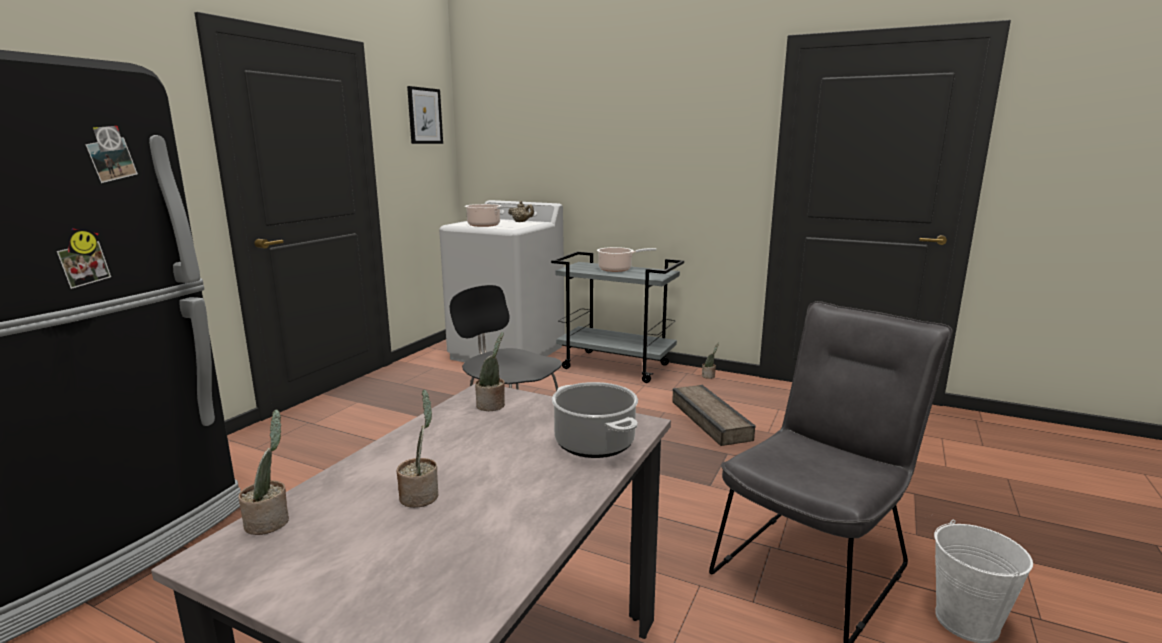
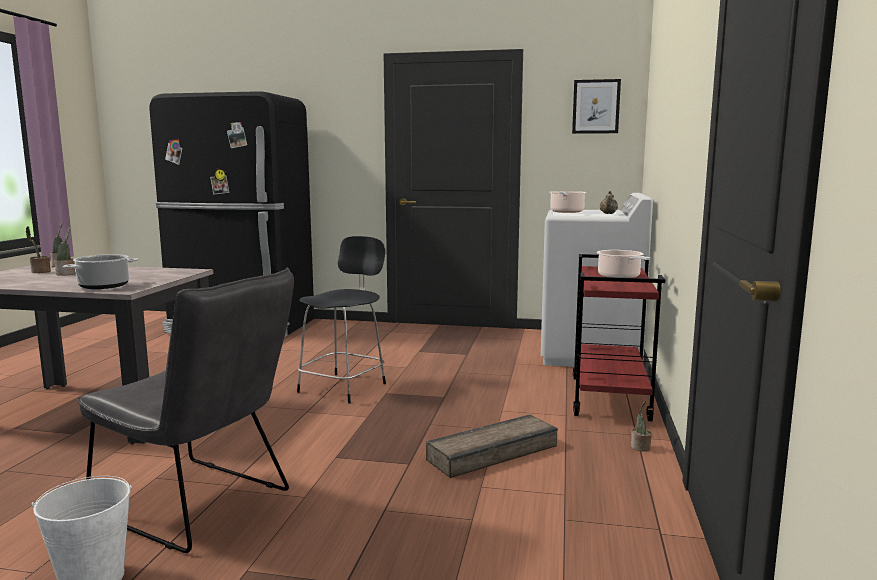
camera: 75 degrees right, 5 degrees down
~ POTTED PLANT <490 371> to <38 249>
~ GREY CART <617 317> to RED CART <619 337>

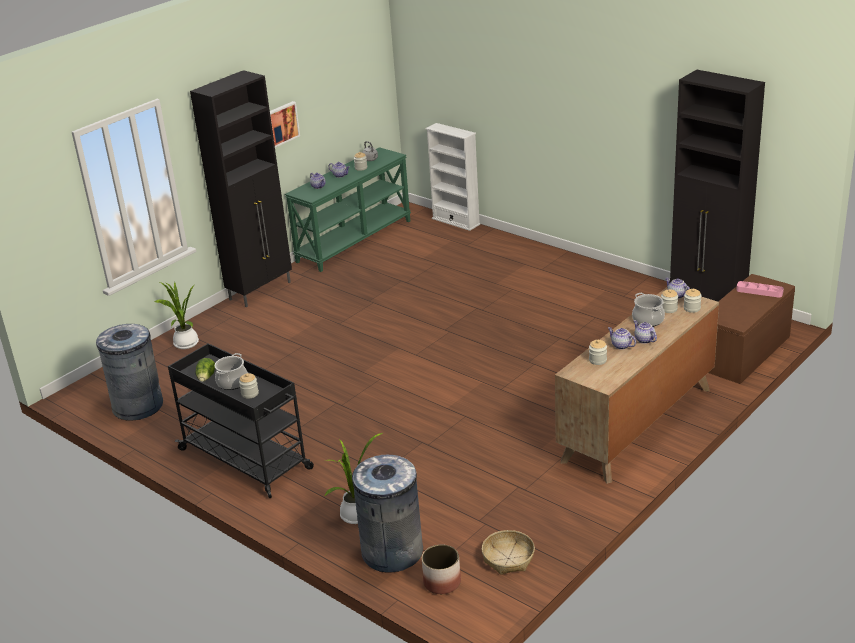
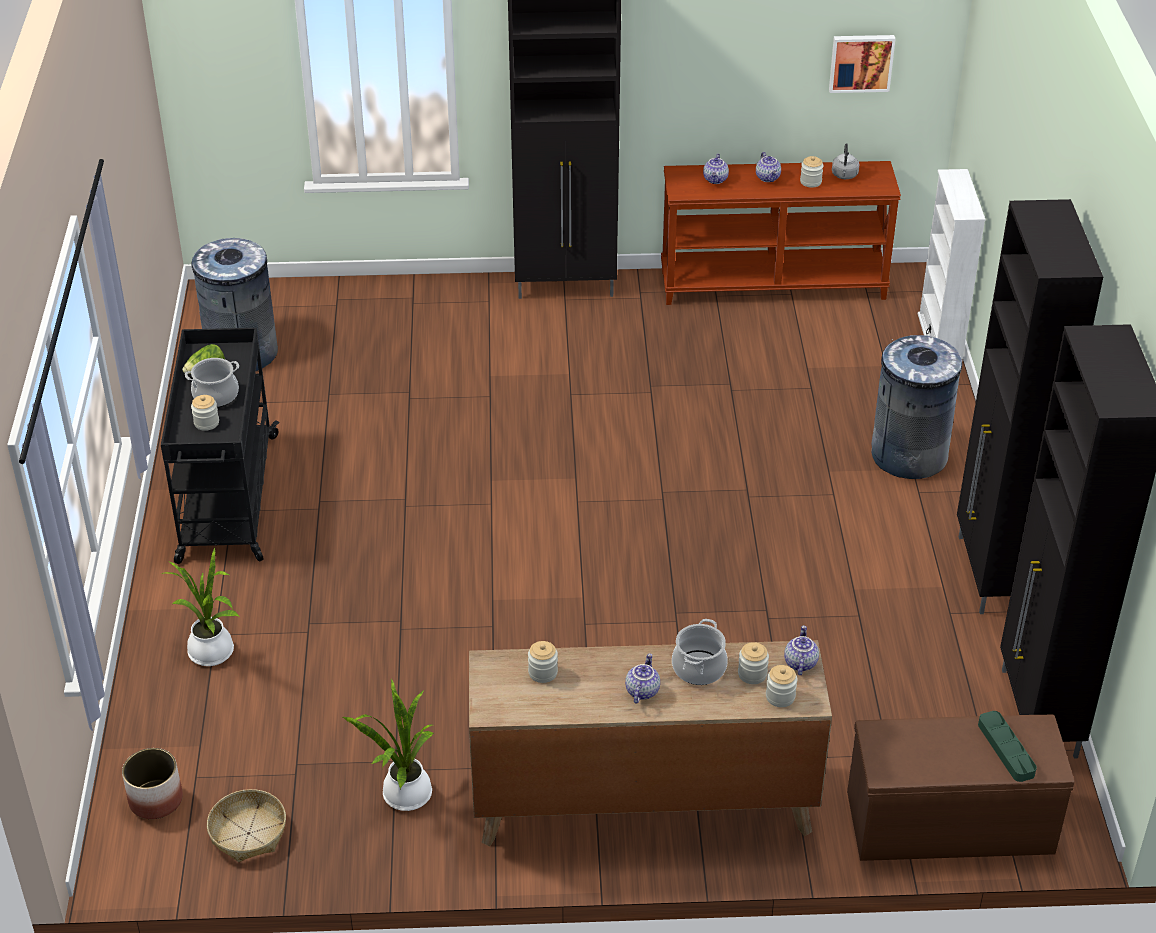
camera: 45 degrees right, 10 degrees up
- TEAPOT <622 338>
+ BLACK CABINET <1030 406>
~ POTTED PLANT <176 315> to <388 744>
~ PICTURE <285 124> to <862 64>
~ GREY TRASH CAN <386 514> to <916 407>
~ GREEN CONSOLE TABLE <348 209> to BROWN CONSOLE TABLE <781 233>
~ PINK TRAY <760 289> to GREEN TRAY <1007 746>

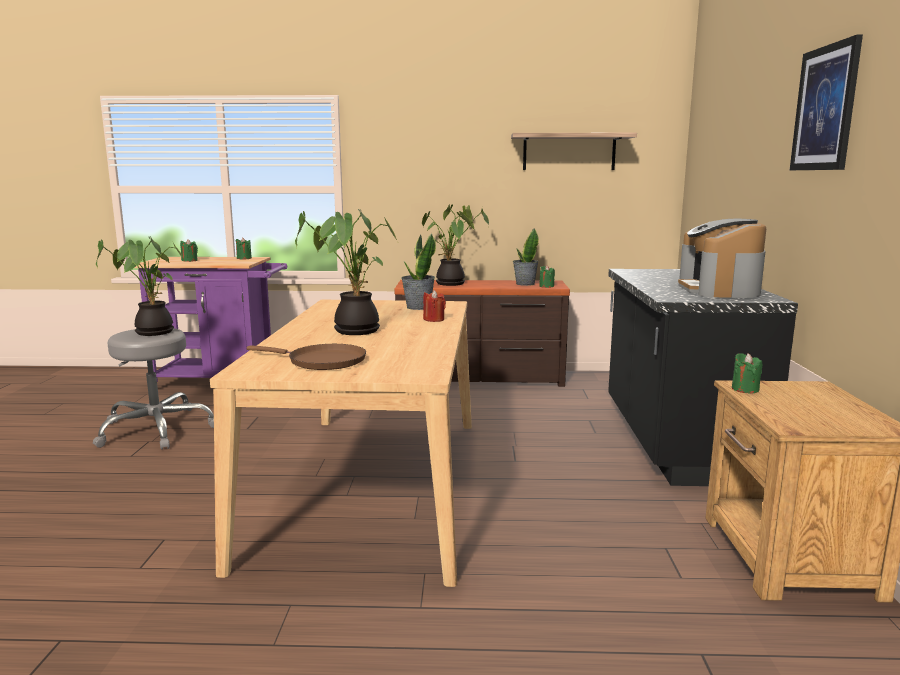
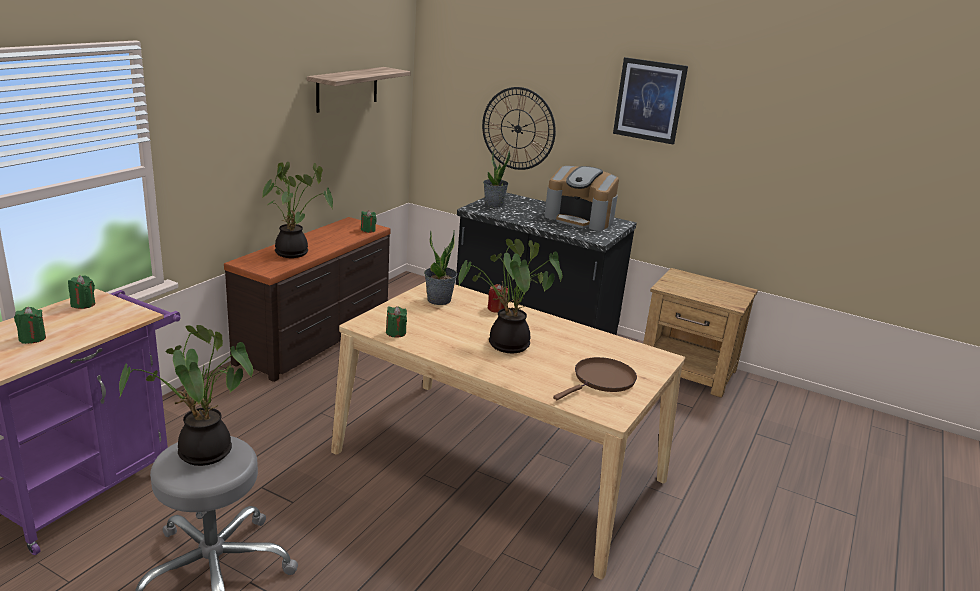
camera: 65 degrees left, 10 degrees up
+ WALL CLOCK <519 128>
~ POTTED PLANT <526 257> to <497 178>
~ GREEN CANDLE <747 373> to <396 322>

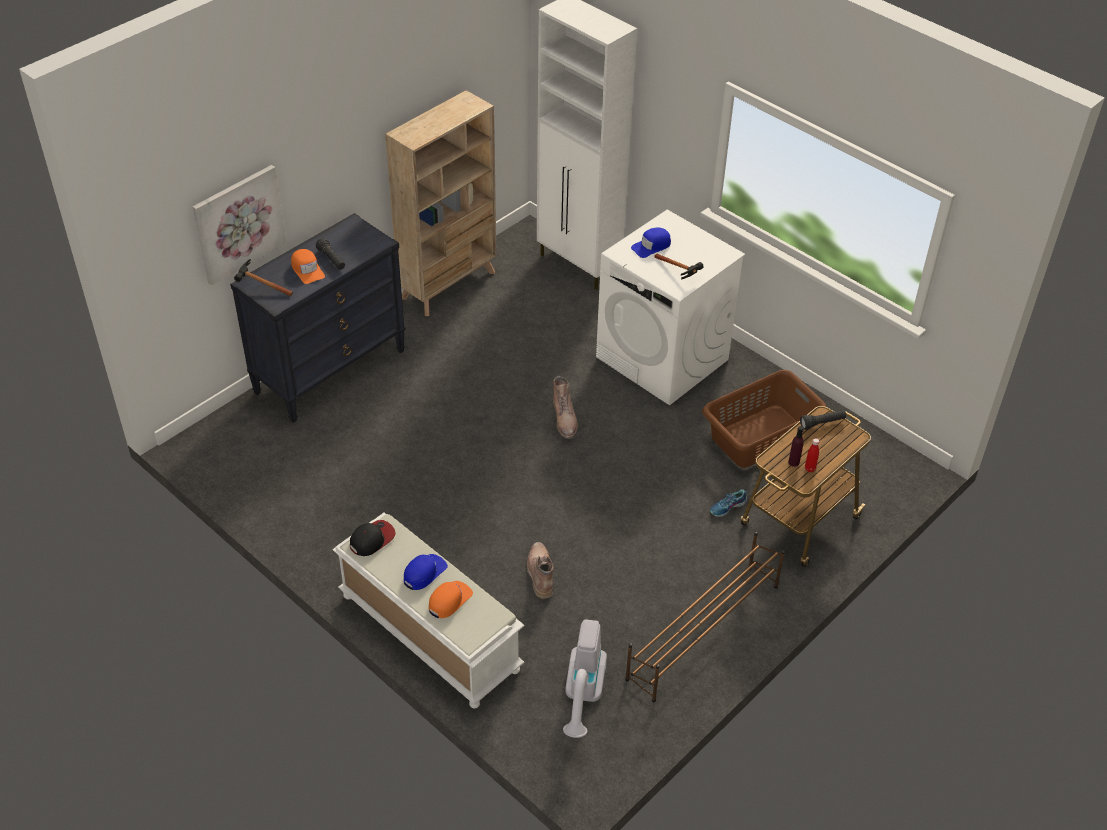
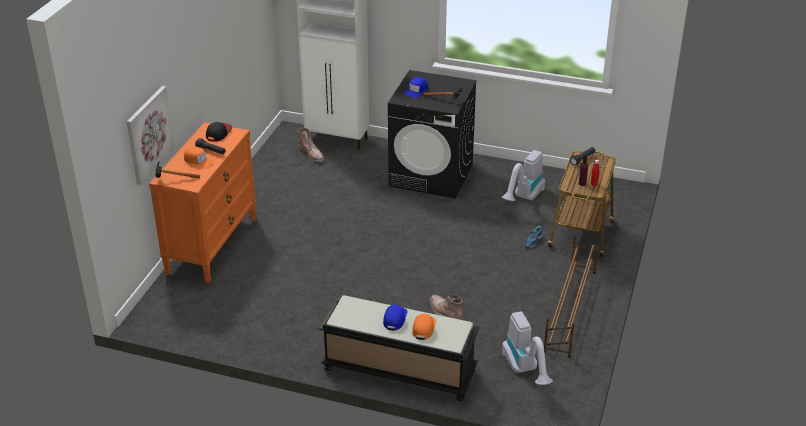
camera: 25 degrees left, 10 degrees down
- BEIGE BOOKCASE <440 203>
~ CAP <373 538> to <219 131>
~ BROWN BOOT <565 407> to <311 145>
~ BROWN LAUNDRY BASKET <764 419> to VACUUM CLEANER <523 175>
~ BLACK DRESSER <317 318> to ORANGE DRESSER <202 202>
~ WHITE BENCH <429 610> to BLACK BENCH <399 348>
~ WHITE WASHING MACHINE <670 307> to BLACK WASHING MACHINE <432 134>

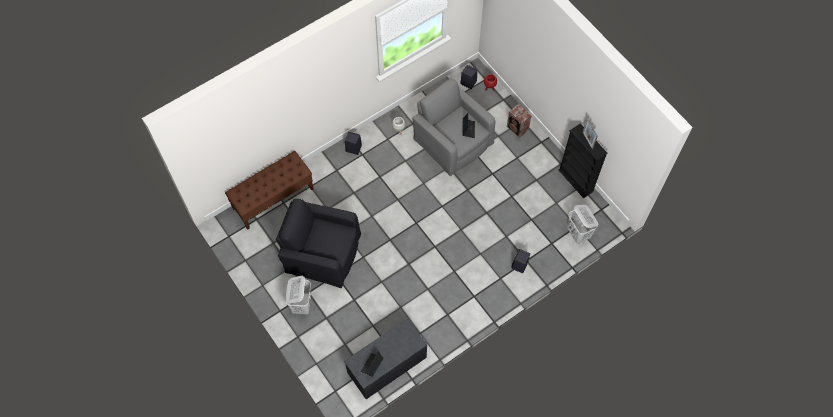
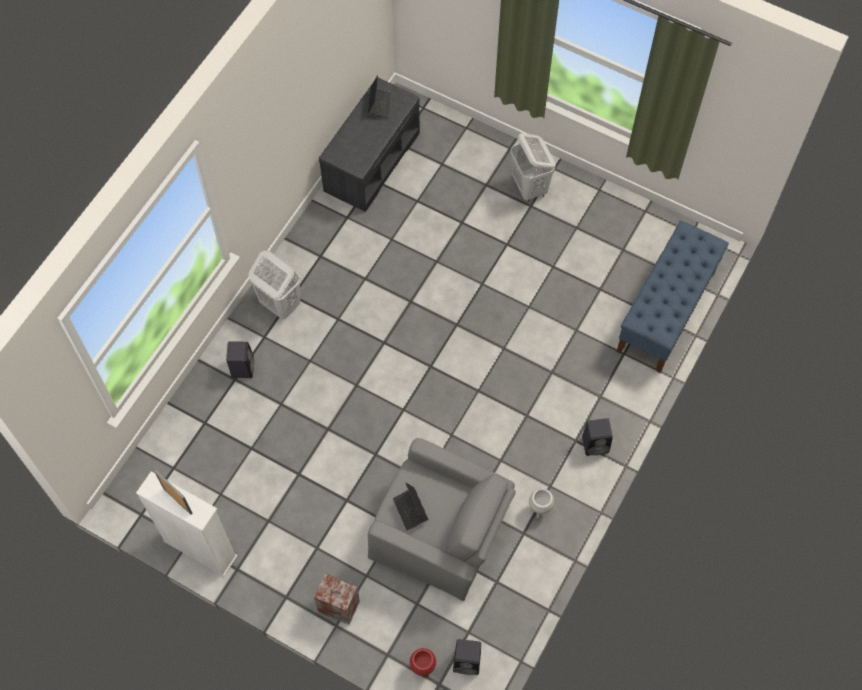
camera: 155 degrees right, 0 degrees up
- BLACK ARMCHAIR <318 243>
~ WHITE LAUNDRY BASKET <583 224> to <275 285>
~ BROWN BENCH <269 190> to BLUE BENCH <672 297>
~ BLACK BOOKCASE <583 161> to WHITE BOOKCASE <187 523>

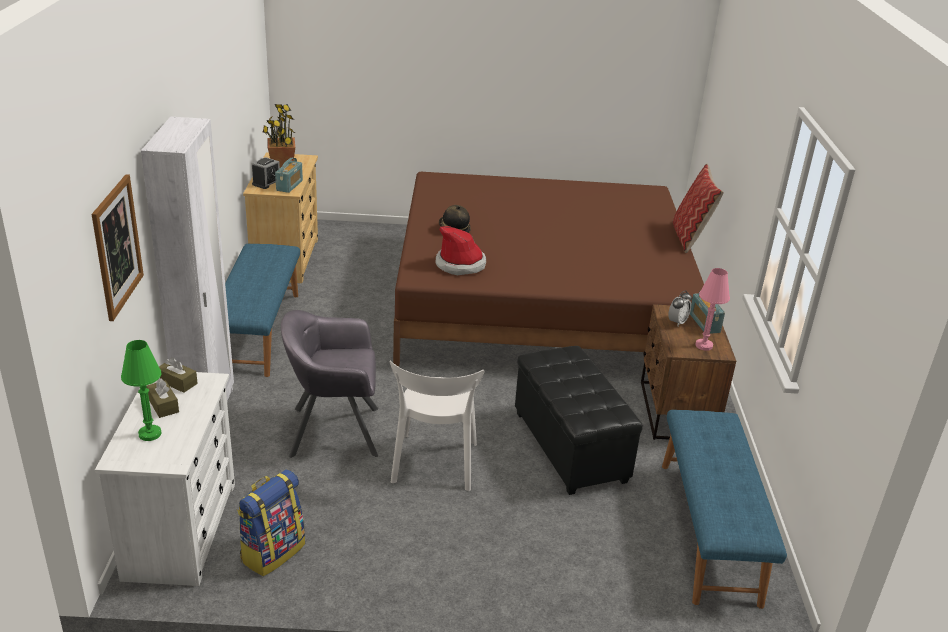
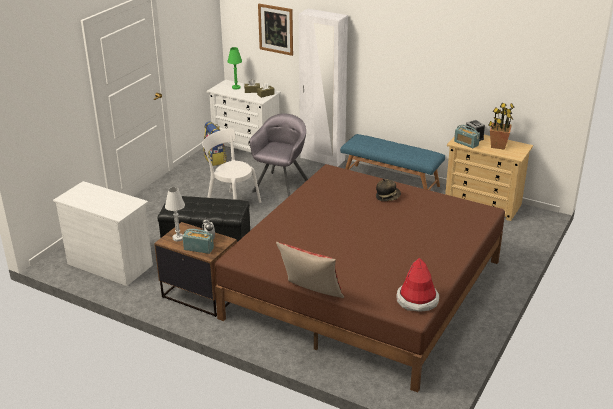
camera: 120 degrees right, 0 degrees up
~ HAT <461 250> to <417 285>
~ BLUE BENCH <724 509> to WHITE DRESSER <103 233>
~ PINK TABLE LAMP <712 309> to WHITE TABLE LAMP <175 214>

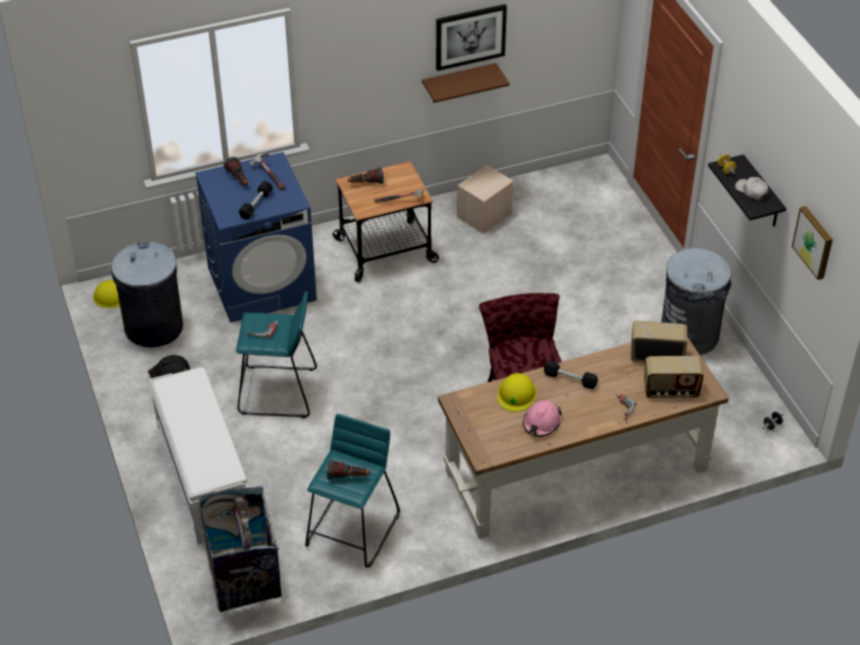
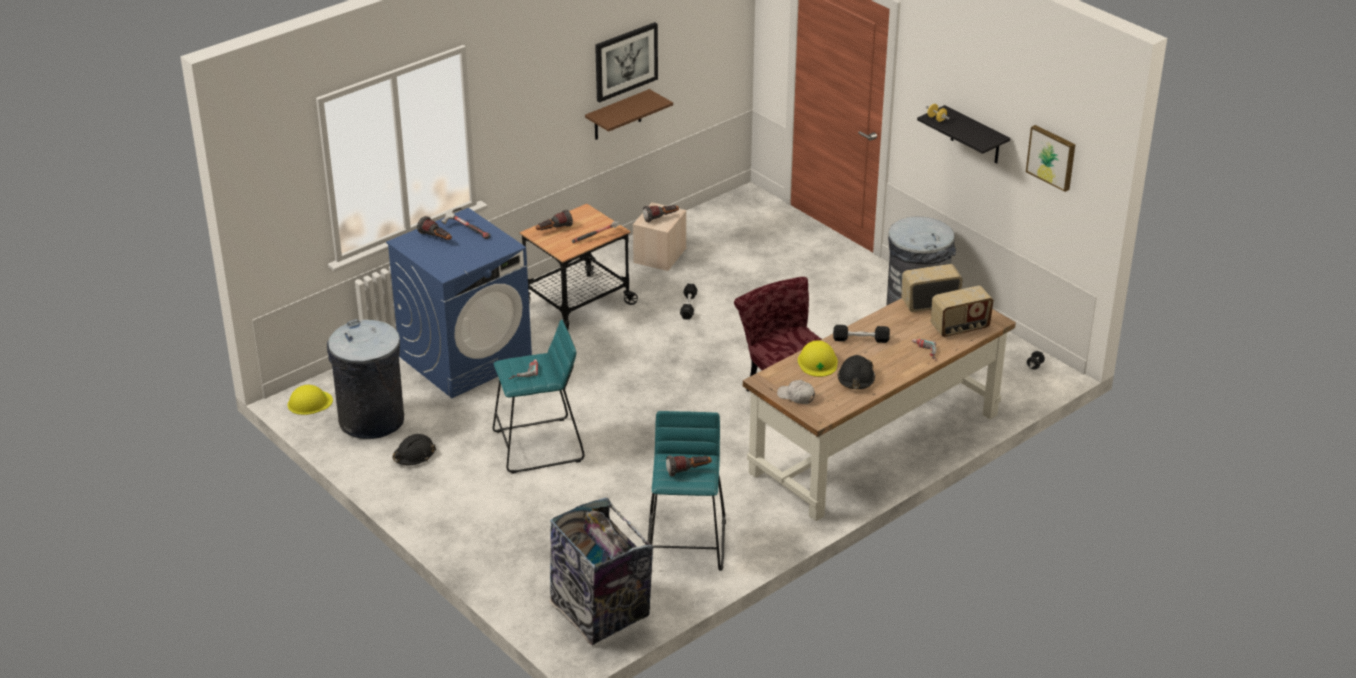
camera: 20 degrees left, 10 degrees down
- WHITE BENCH <199 455>
+ FLASHLIGHT <661 213>
~ BLACK DUMBBELL <256 200> to <689 302>
~ WHITE CAP <752 189> to <796 392>
~ PINK HARD HAT <542 418> to BLACK HARD HAT <856 372>

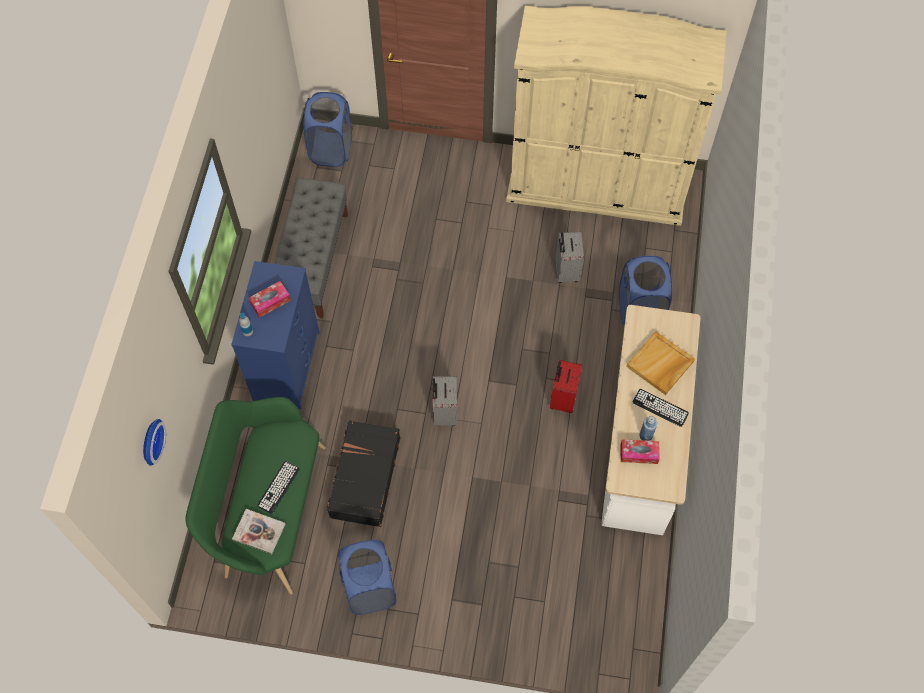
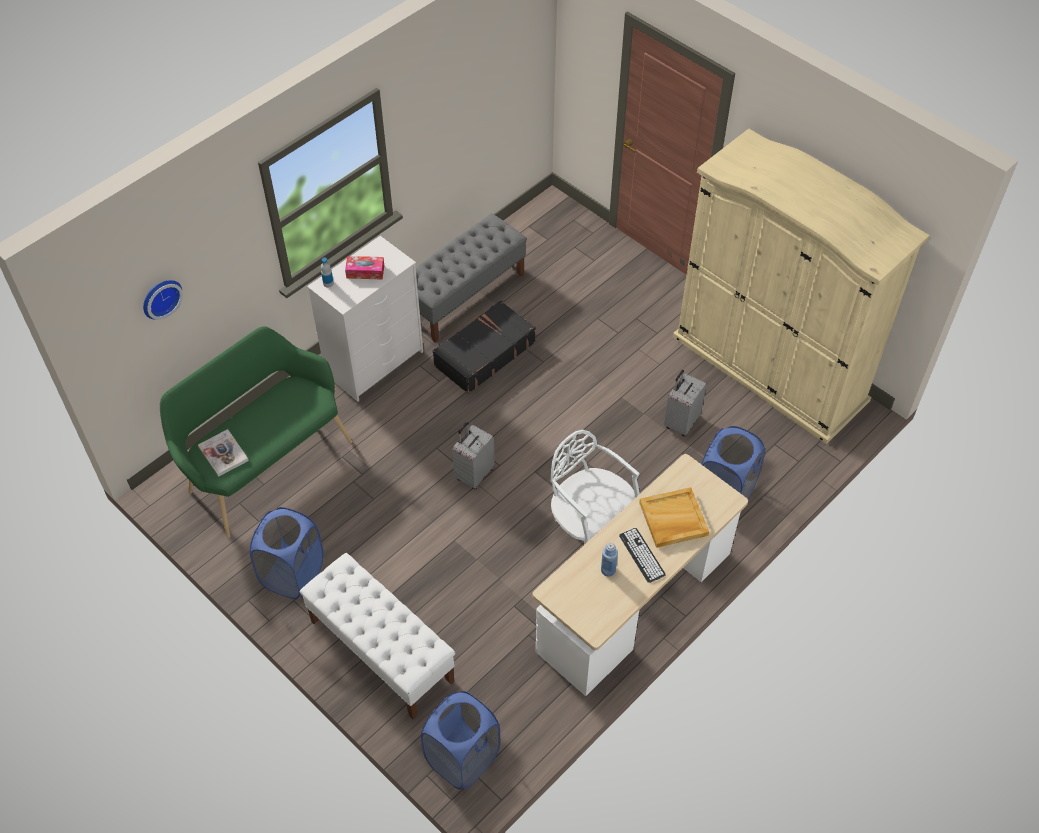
camera: 35 degrees right, 10 degrees down
- KEYBOARD <278 487>
- TISSUE BOX <640 451>
+ WHITE BENCH <377 636>
~ BLUE LAUNDRY BASKET <328 129> to <460 740>
~ BLACK SUITCASE <364 473> to <484 347>
~ RED SUITCASE <566 386> to WHITE CHAIR <595 487>
~ BLUE DRESSER <275 335> to WHITE DRESSER <365 319>

